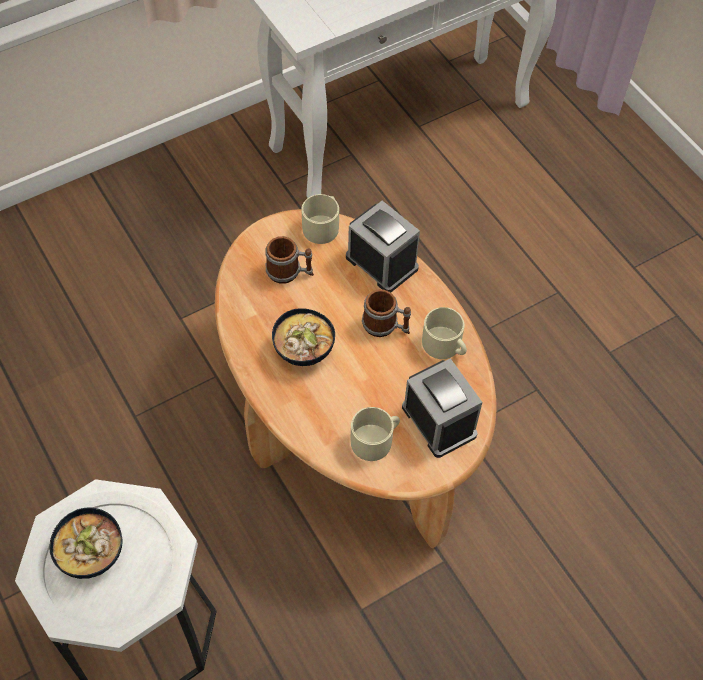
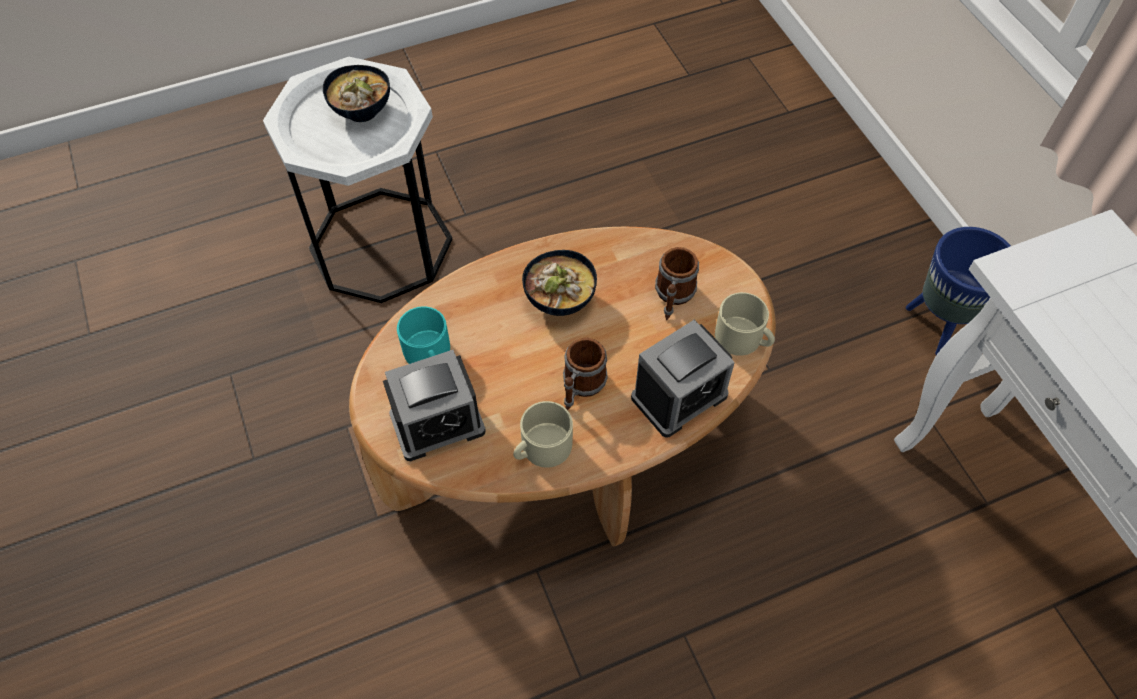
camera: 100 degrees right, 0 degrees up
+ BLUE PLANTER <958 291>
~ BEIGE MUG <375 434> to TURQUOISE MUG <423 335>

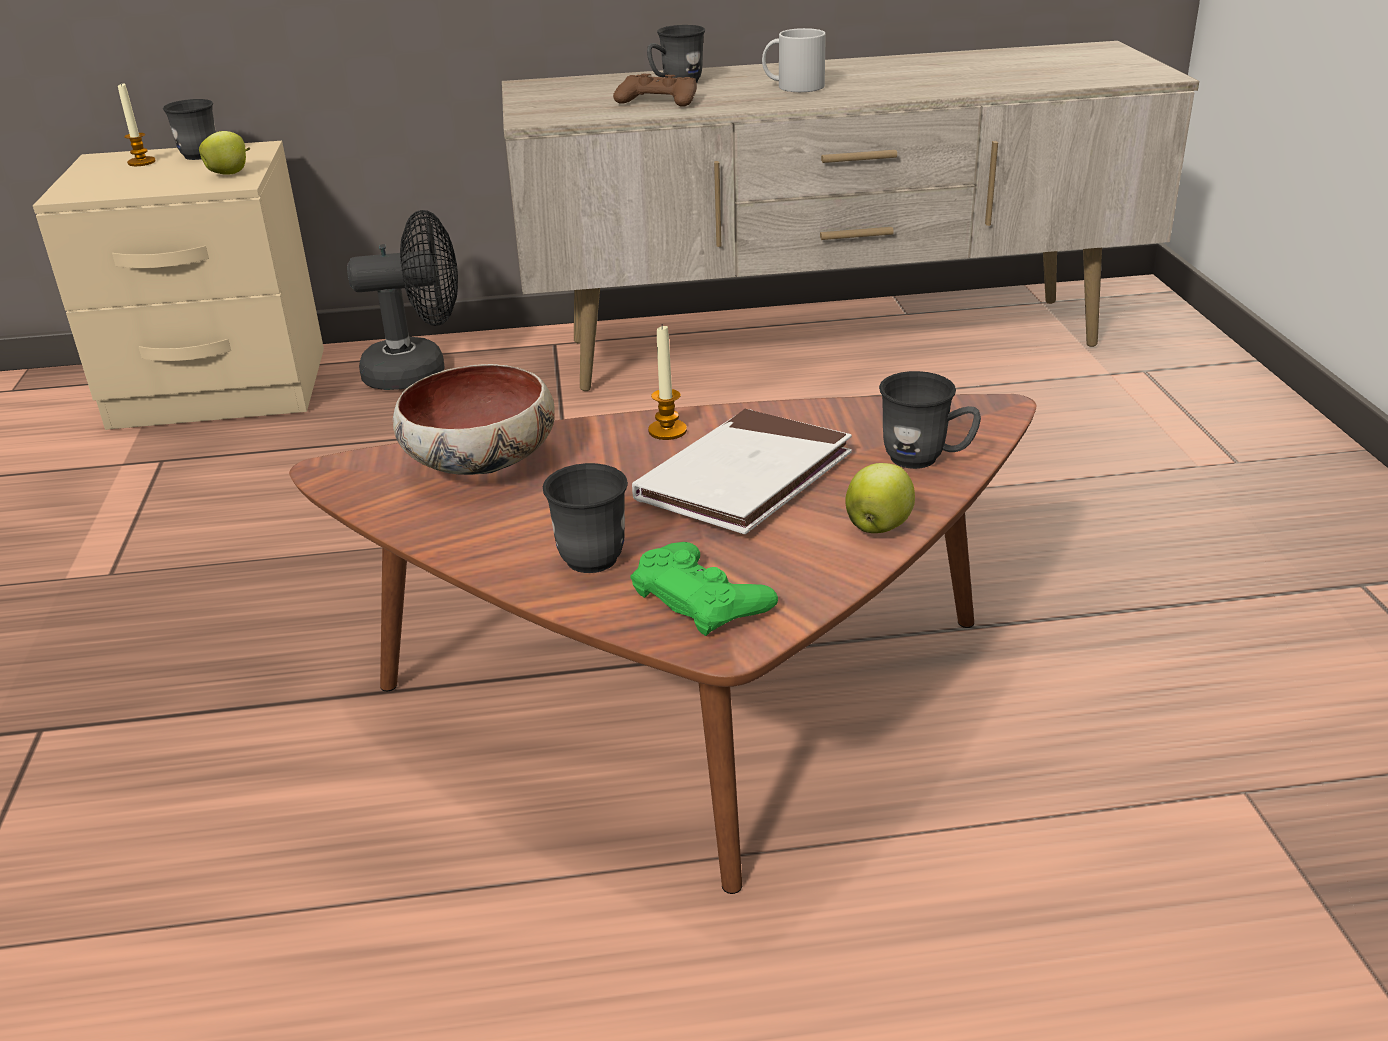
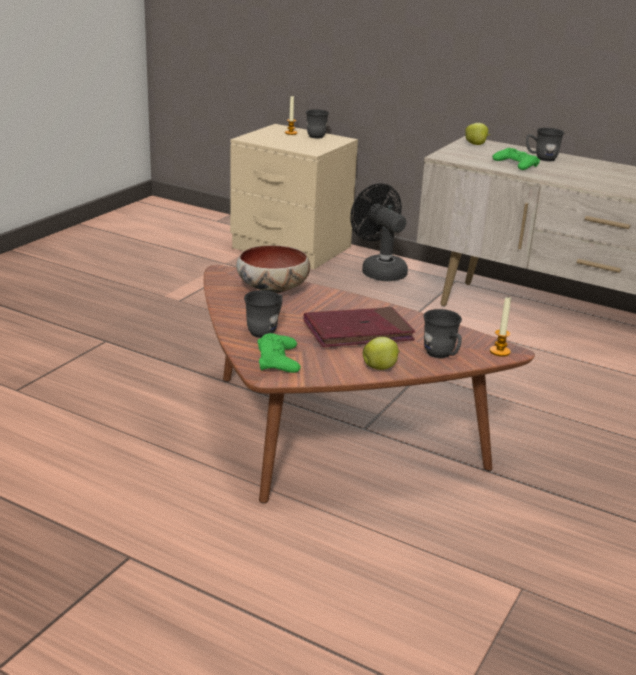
camera: 35 degrees right, 5 degrees down
- WHITE MUG <794 60>
~ APPLE <224 153> to <477 134>
~ CANDLE <667 382> to <500 327>
~ BROWN GAME CONTROLLER <655 90> to GREEN GAME CONTROLLER <516 159>
~ WHITE BOOK <742 471> to RED BOOK <359 327>
~ BLACK FAN <402 300> = <379 232> 150 degrees counterclockwise

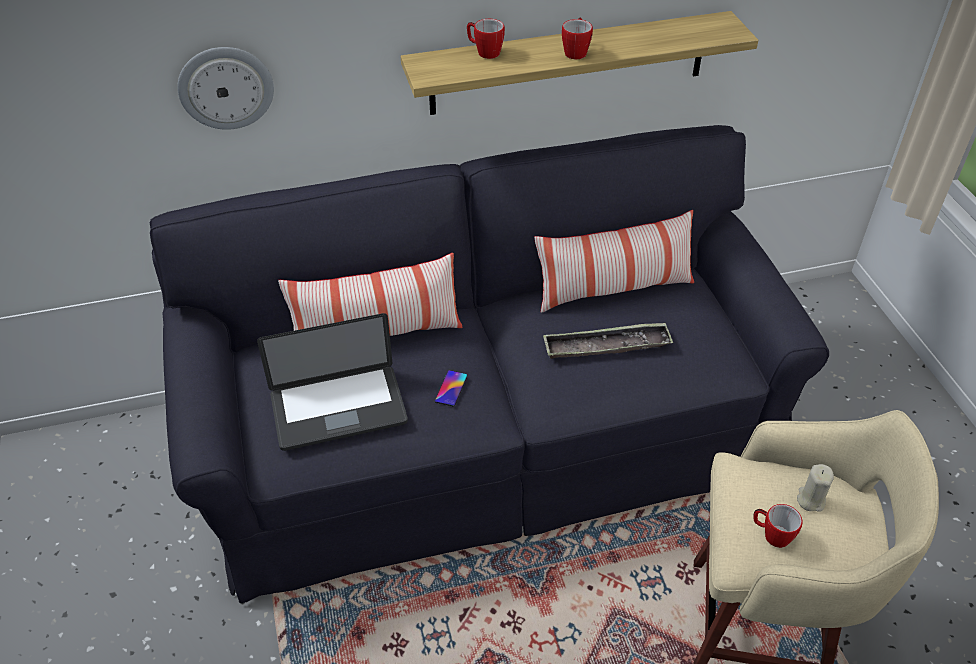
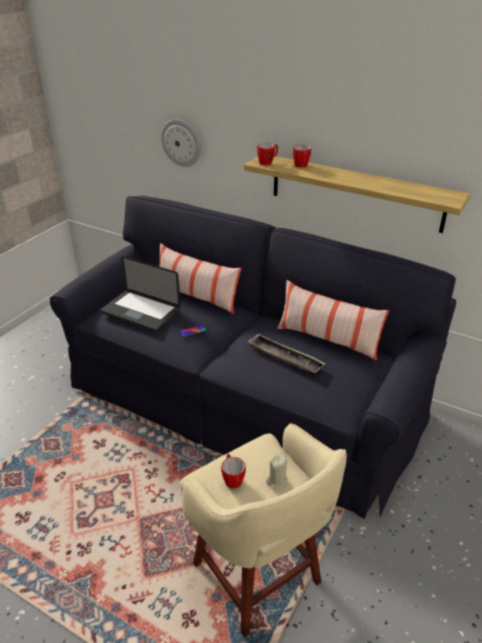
camera: 45 degrees right, 10 degrees down
~ MUG <577 38> to <267 154>

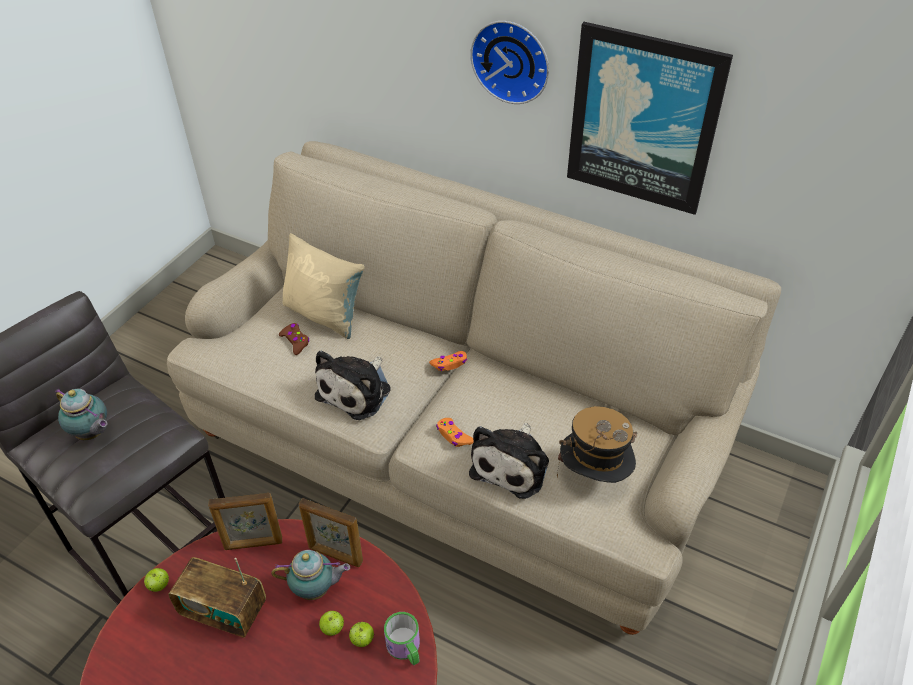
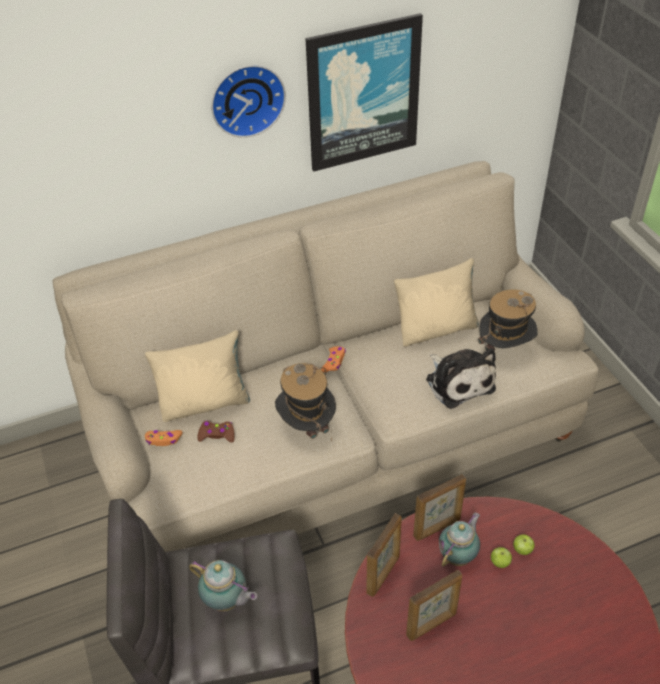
camera: 50 degrees left, 0 degrees up
- APPLE <156 580>
- MUG <402 638>
+ BEIGE PILLOW <436 302>
~ ORANGE GAME CONTROLLER <455 432> to <164 438>
~ RADIO <217 597> to PICTURE FRAME <434 605>
~ PLUSH TOY <353 385> to HAT <305 402>
~ TEAPOT <82 414> = <223 586> 45 degrees clockwise

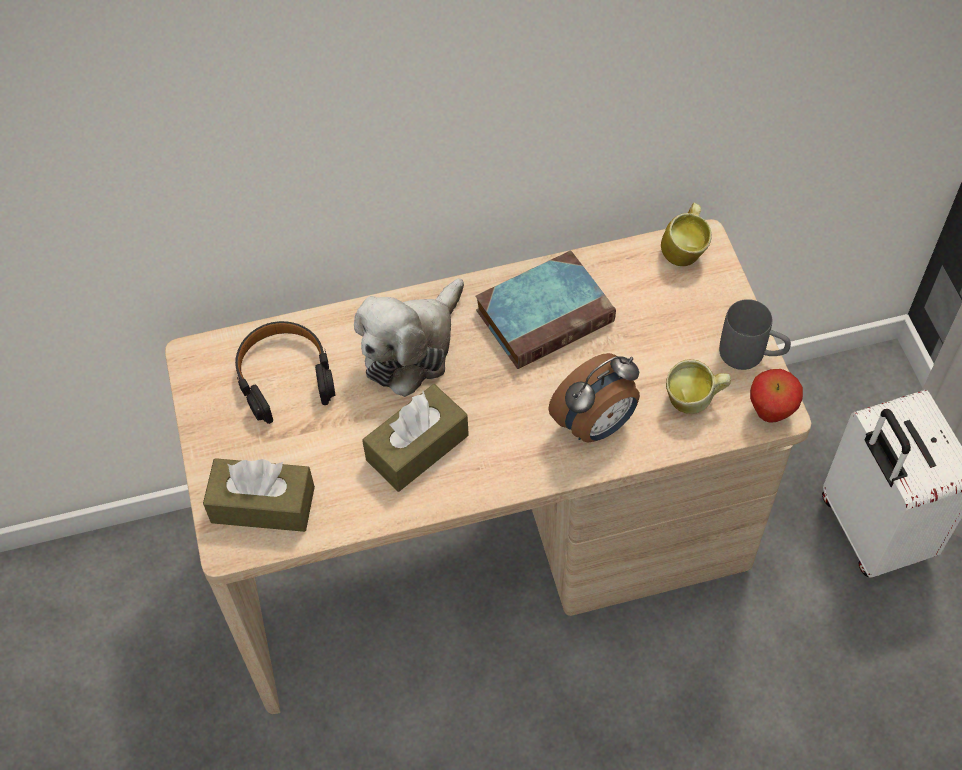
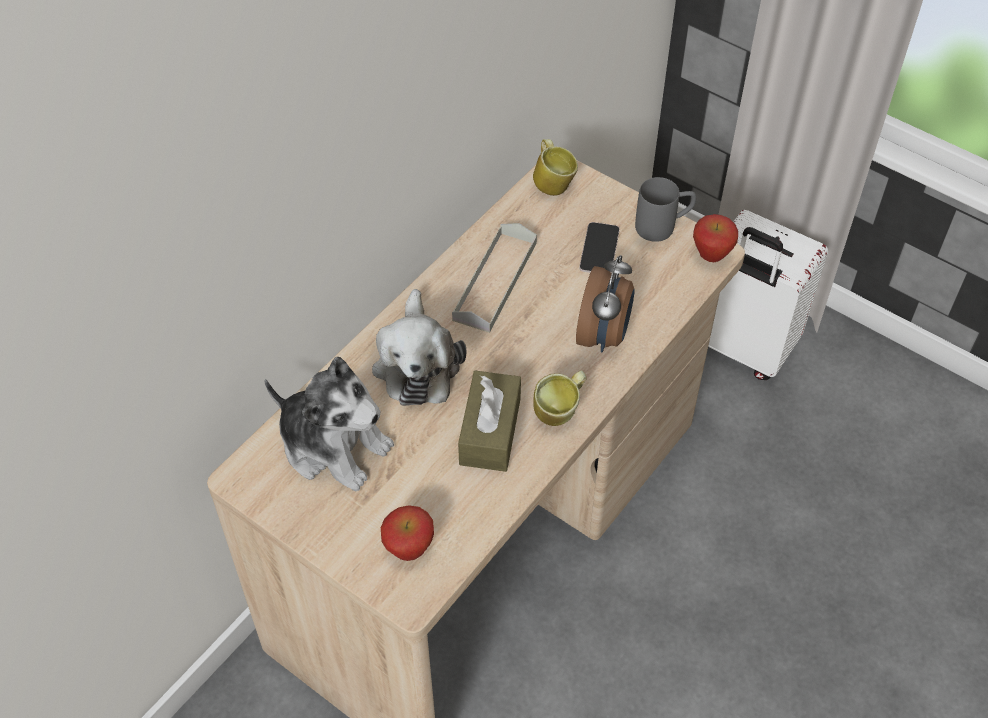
camera: 40 degrees left, 5 degrees down
+ PHONE <599 247>
~ MUG <698 386> to <559 398>
~ BROWN TISSUE BOX <259 495> to APPLE <407 533>
~ BLACK HEADPHONES <285 372> to PLUSH TOY <329 424>
~ BOOK <546 309> to GREY TRAY <494 278>

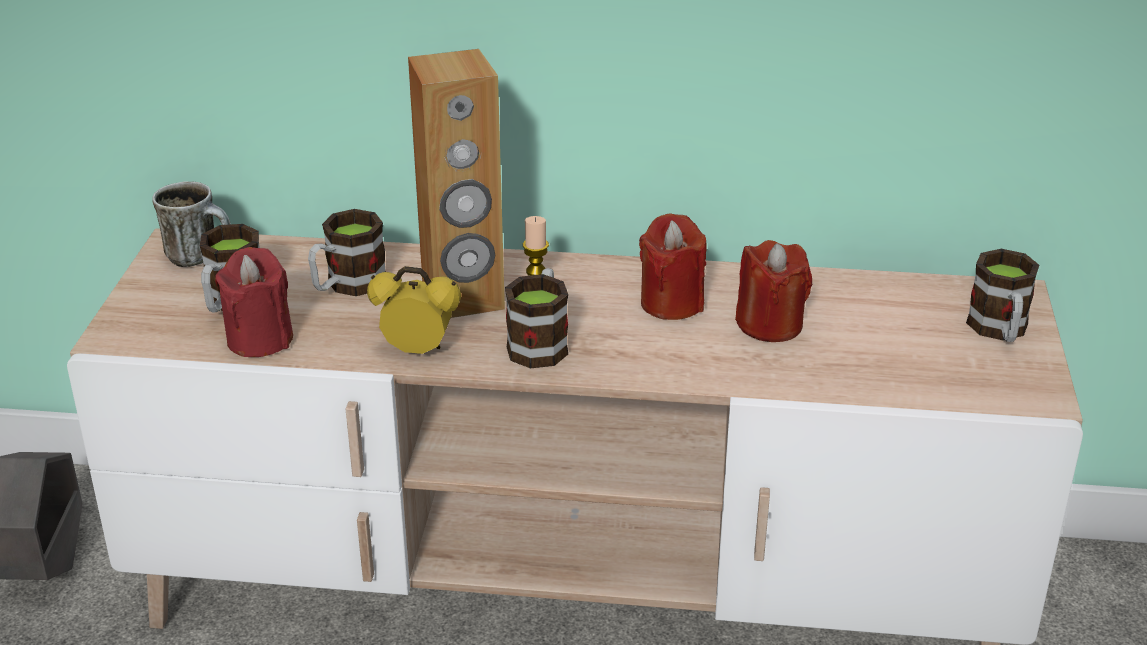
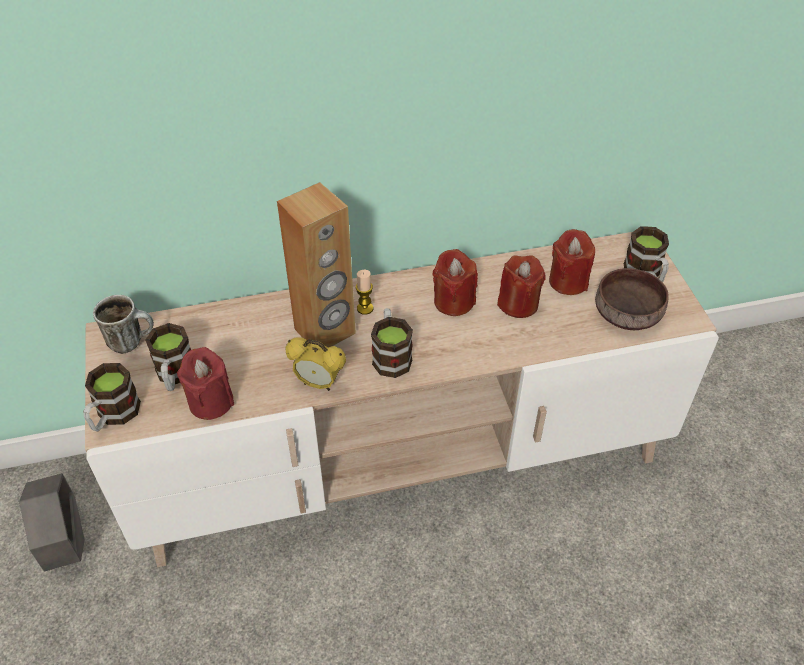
camera: 20 degrees left, 15 degrees up
+ RED CANDLE <572 262>
+ BROWN BOWL <632 299>
~ MUG <347 252> to <112 397>
~ ALARM CLOCK <414 310> = <316 364> 150 degrees counterclockwise

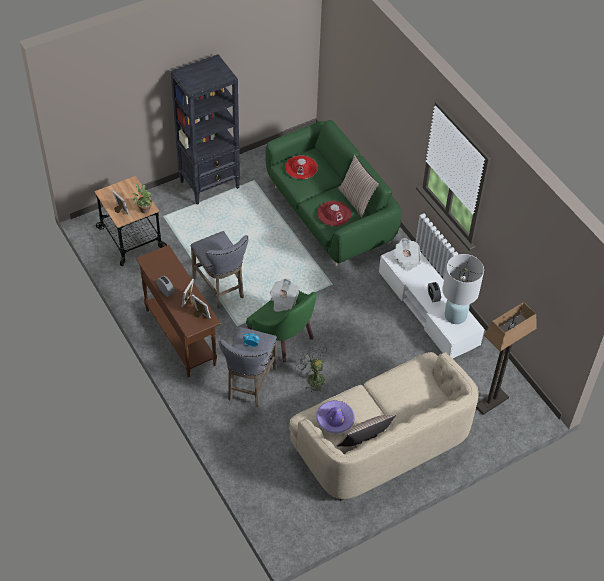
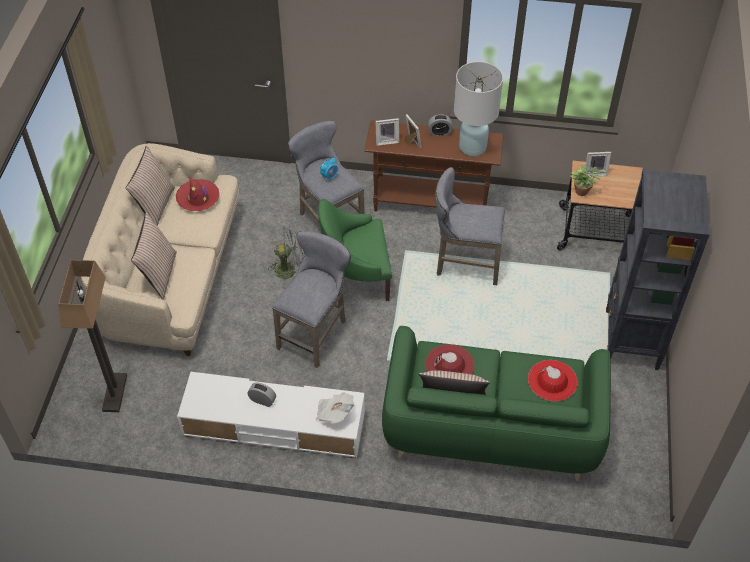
camera: 130 degrees right, 0 degrees up
- NEWSPAPER <284 295>
+ PILLOW <154 256>
+ GREY STOOL <311 299>
~ WHITE TABLE LAMP <463 289> to <478 108>
~ PURPLE HAT <335 416> to RED HAT <198 194>

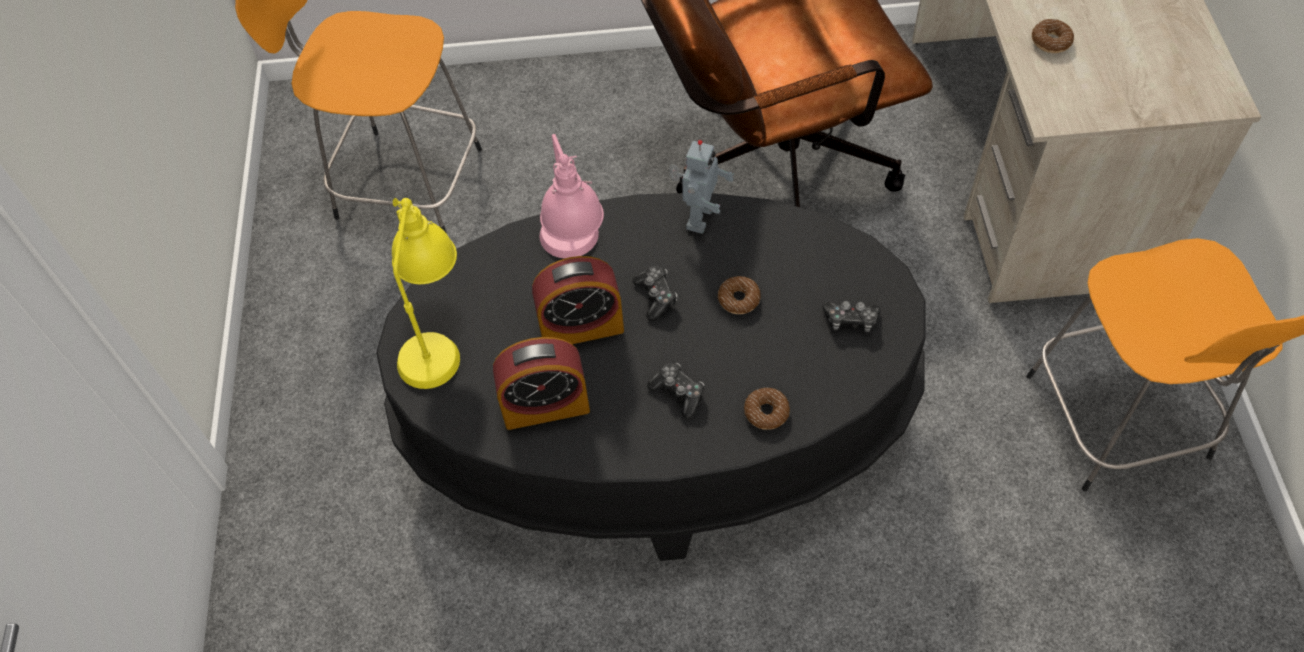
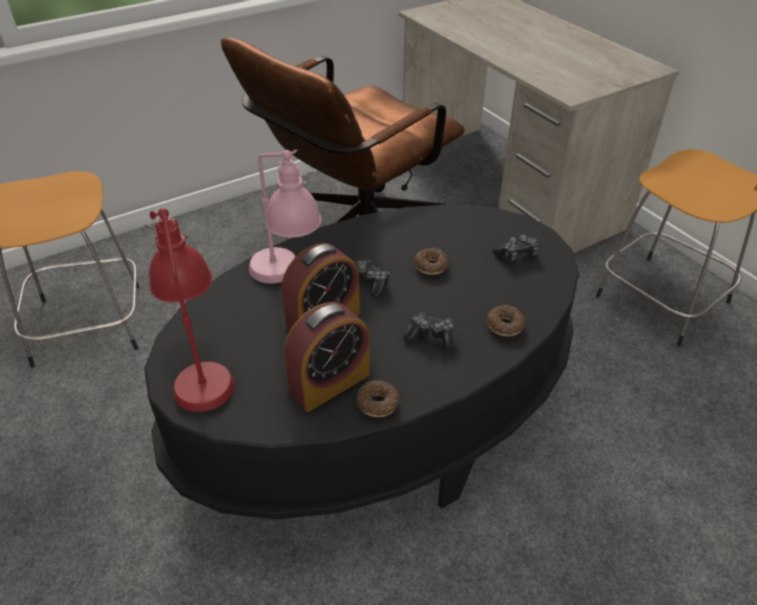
camera: 30 degrees left, 15 degrees down
- TOY ROBOT <701 187>
~ DONUT <1053 36> to <377 398>
~ YELLOW TABLE LAMP <426 293> to RED TABLE LAMP <190 310>

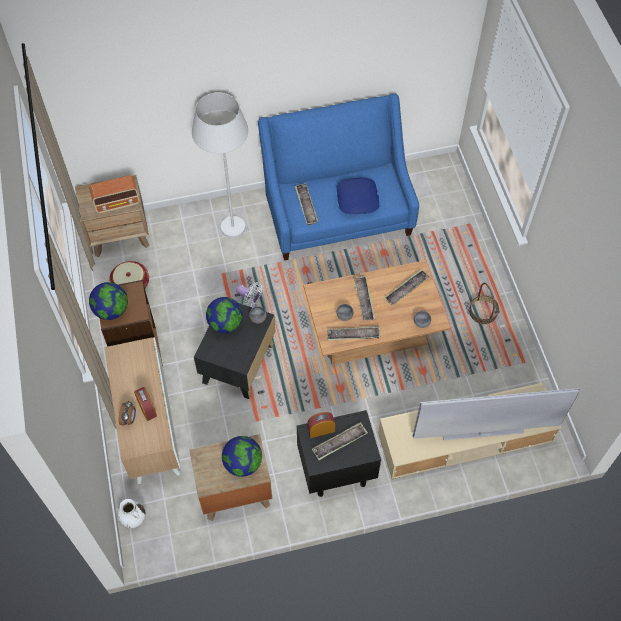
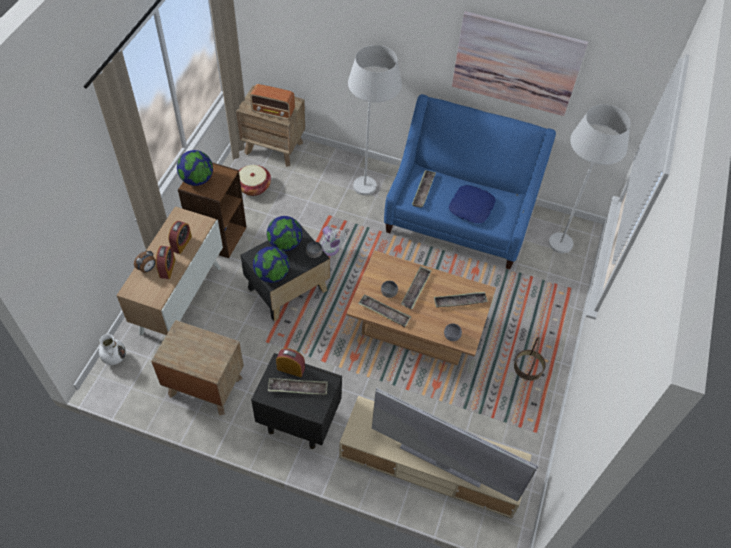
camera: 30 degrees right, 5 degrees down
+ ALARM CLOCK <180 237>
+ PICTURE <520 63>
+ WHITE FLOOR LAMP <590 178>
~ GLOBE <242 456> to <271 264>

